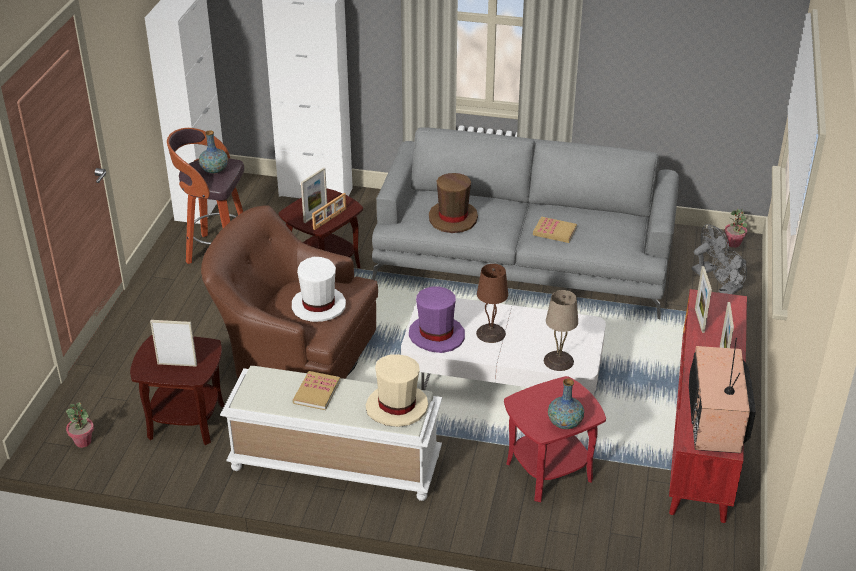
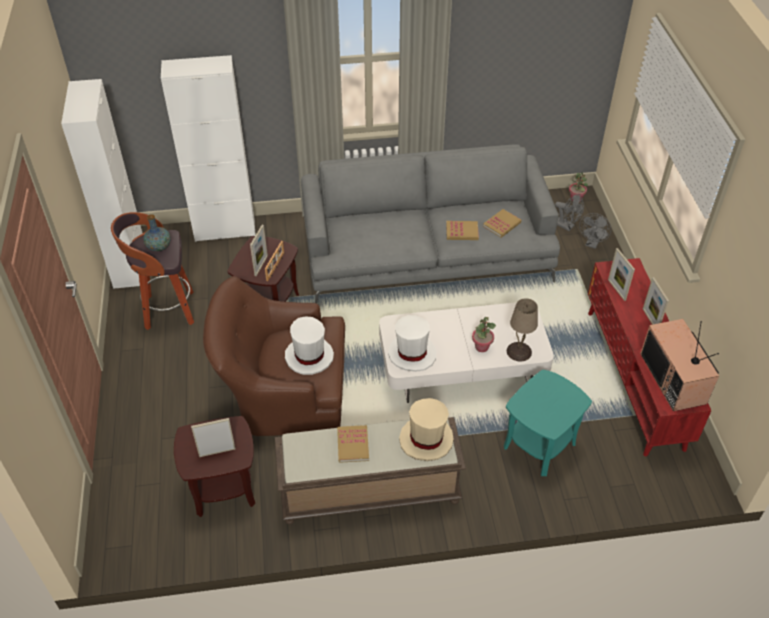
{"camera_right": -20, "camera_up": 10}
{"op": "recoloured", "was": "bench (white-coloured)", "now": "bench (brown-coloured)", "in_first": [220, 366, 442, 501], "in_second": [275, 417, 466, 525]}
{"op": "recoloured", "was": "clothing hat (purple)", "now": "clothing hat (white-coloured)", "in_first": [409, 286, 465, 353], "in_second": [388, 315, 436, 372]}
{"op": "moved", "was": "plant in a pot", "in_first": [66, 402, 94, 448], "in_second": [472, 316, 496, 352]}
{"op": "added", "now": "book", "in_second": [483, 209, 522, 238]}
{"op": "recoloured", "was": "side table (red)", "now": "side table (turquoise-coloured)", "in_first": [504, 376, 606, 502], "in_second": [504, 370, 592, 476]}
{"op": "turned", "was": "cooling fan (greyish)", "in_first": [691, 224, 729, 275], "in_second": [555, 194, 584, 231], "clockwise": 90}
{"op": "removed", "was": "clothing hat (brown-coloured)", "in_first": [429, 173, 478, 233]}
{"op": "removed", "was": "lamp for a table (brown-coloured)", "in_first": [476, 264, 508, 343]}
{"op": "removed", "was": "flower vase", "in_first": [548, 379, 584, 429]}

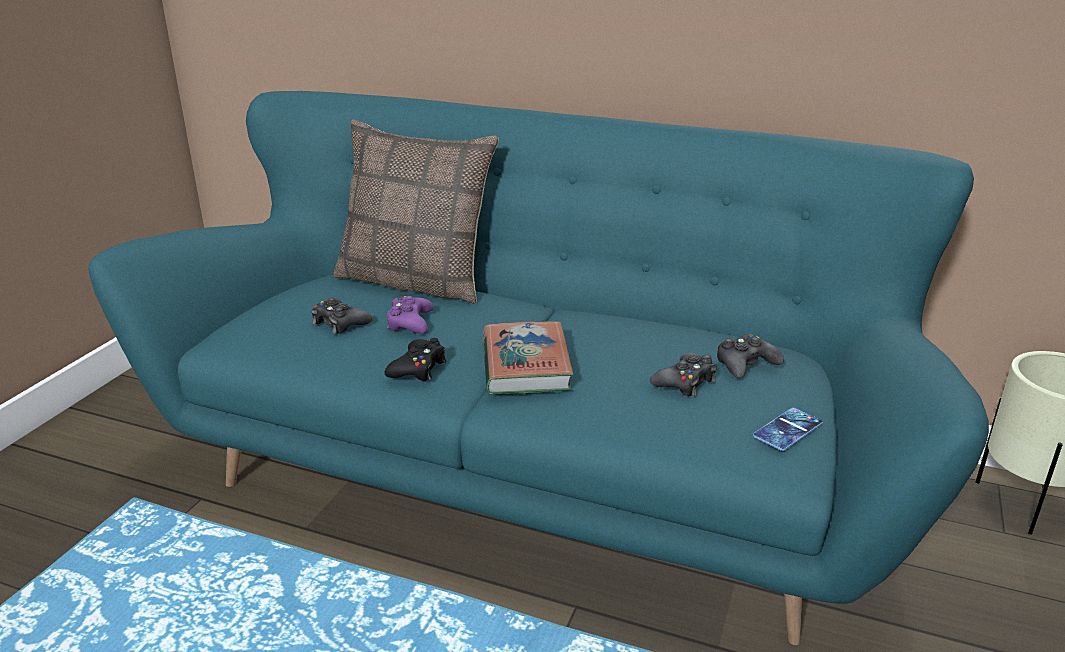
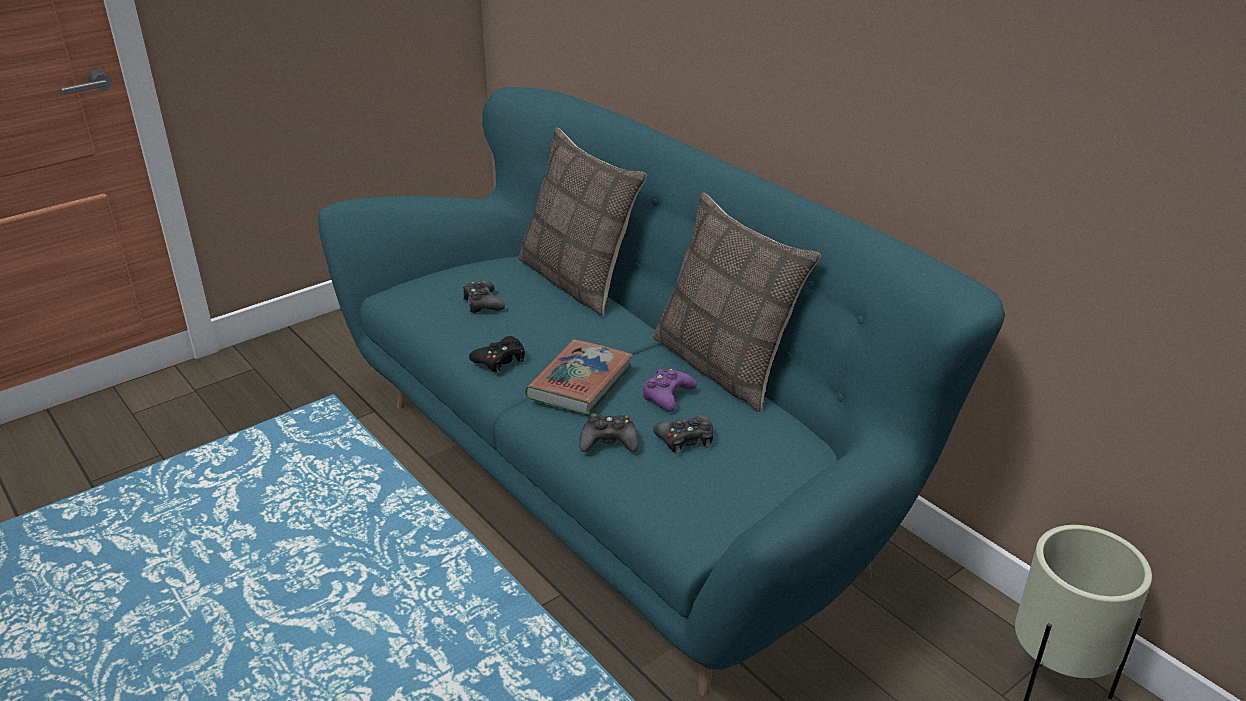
{"camera_right": 30, "camera_up": 5}
{"op": "moved", "was": "game controller (black-coloured)", "in_first": [717, 334, 784, 378], "in_second": [579, 413, 639, 452]}
{"op": "moved", "was": "game controller (purple)", "in_first": [387, 296, 434, 334], "in_second": [642, 368, 697, 412]}
{"op": "added", "now": "cushion", "in_second": [653, 192, 821, 412]}
{"op": "removed", "was": "phone", "in_first": [753, 408, 823, 451]}

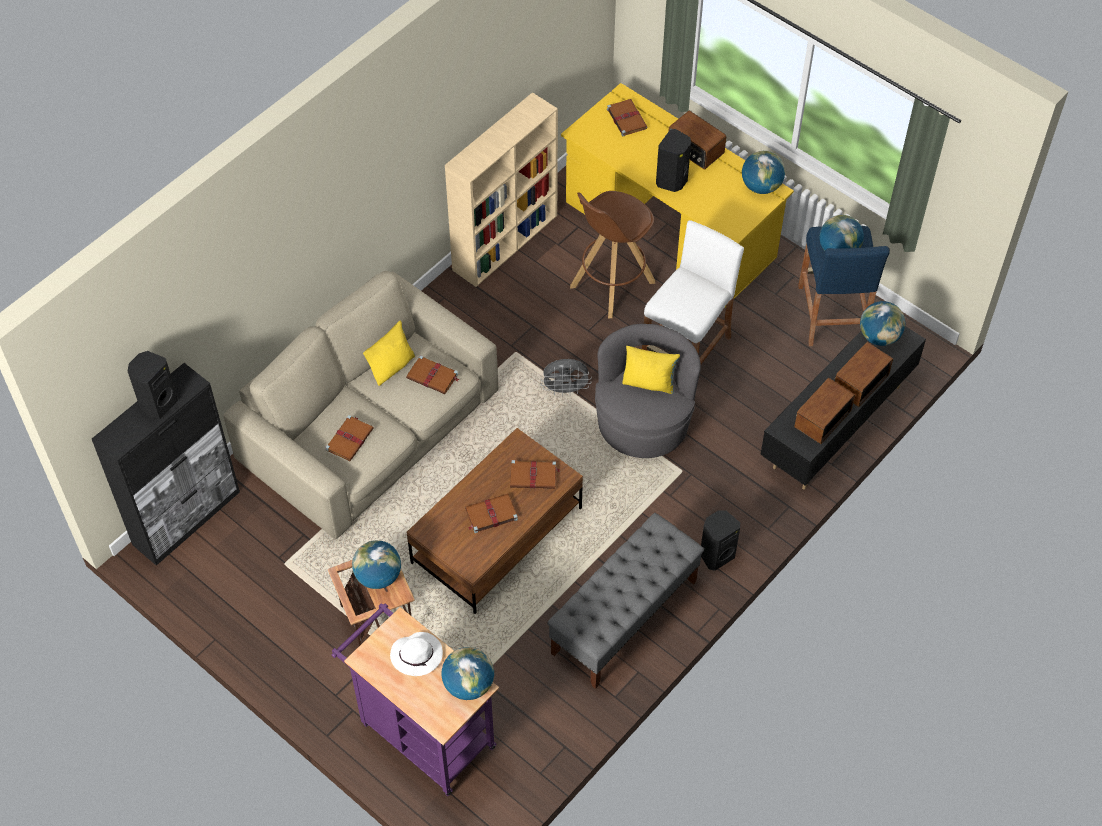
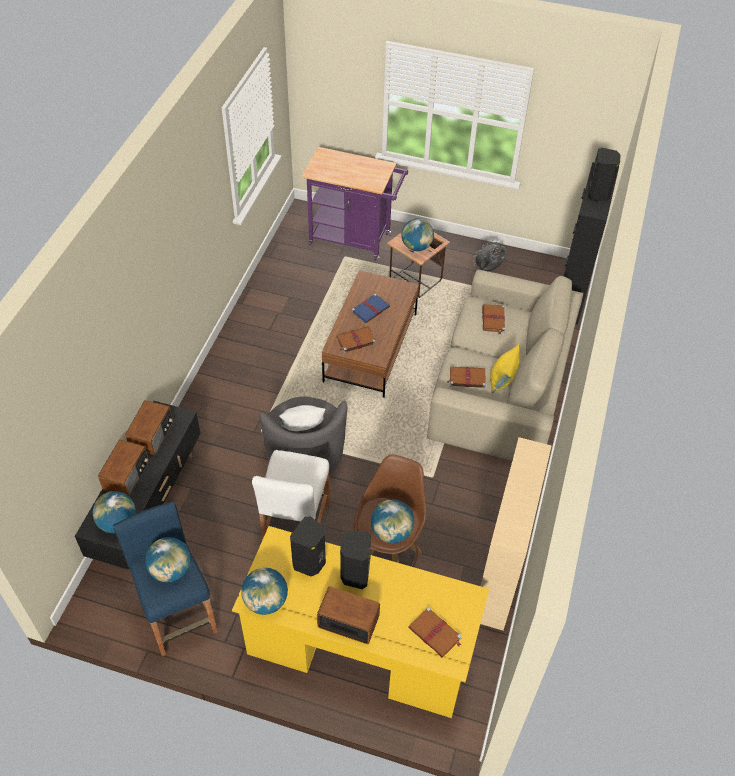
{"camera_right": 155, "camera_up": -5}
{"op": "recoloured", "was": "cushion (yellow-coloured)", "now": "cushion (white-coloured)", "in_first": [622, 346, 680, 394], "in_second": [279, 405, 325, 431]}
{"op": "moved", "was": "speaker (black-coloured)", "in_first": [701, 511, 740, 571], "in_second": [290, 516, 326, 576]}
{"op": "recoloured", "was": "book (brown-coloured)", "now": "book (blue)", "in_first": [465, 494, 518, 533], "in_second": [352, 294, 390, 323]}
{"op": "moved", "was": "desk globe", "in_first": [442, 647, 494, 700], "in_second": [371, 499, 414, 543]}
{"op": "moved", "was": "cooling fan (greyish)", "in_first": [541, 359, 592, 396], "in_second": [473, 240, 506, 271]}
{"op": "removed", "was": "clothing hat (white-coloured)", "in_first": [390, 632, 443, 676]}
{"op": "removed", "was": "bench (greyish)", "in_first": [547, 513, 704, 689]}

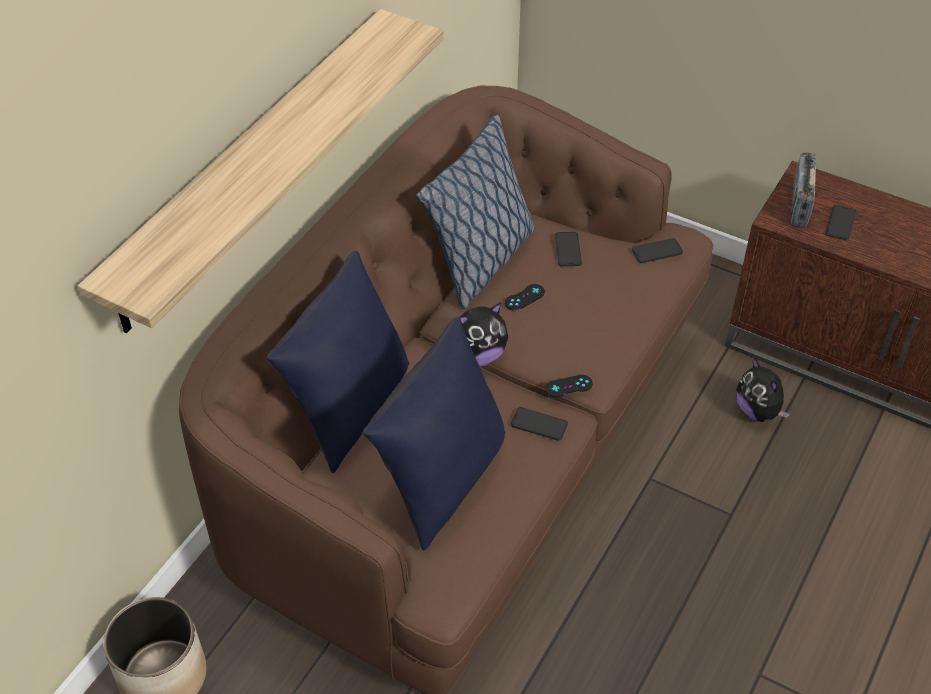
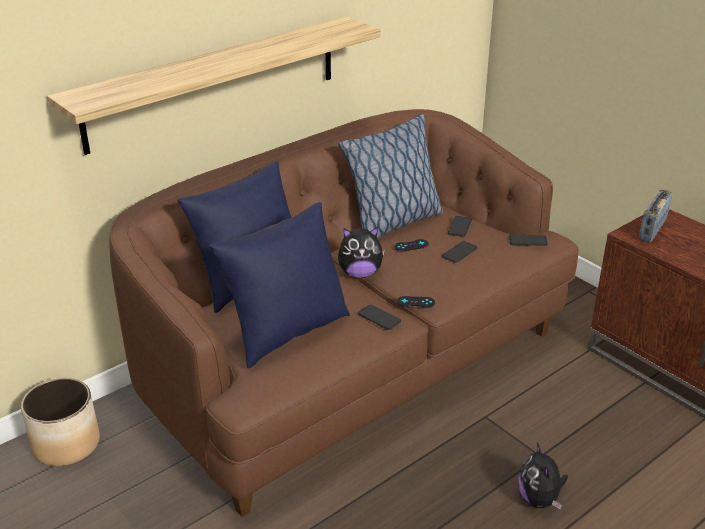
{"camera_right": 20, "camera_up": -15}
{"op": "moved", "was": "phone", "in_first": [826, 205, 856, 240], "in_second": [442, 241, 477, 263]}
{"op": "moved", "was": "soft toy", "in_first": [736, 357, 790, 422], "in_second": [518, 442, 568, 509]}

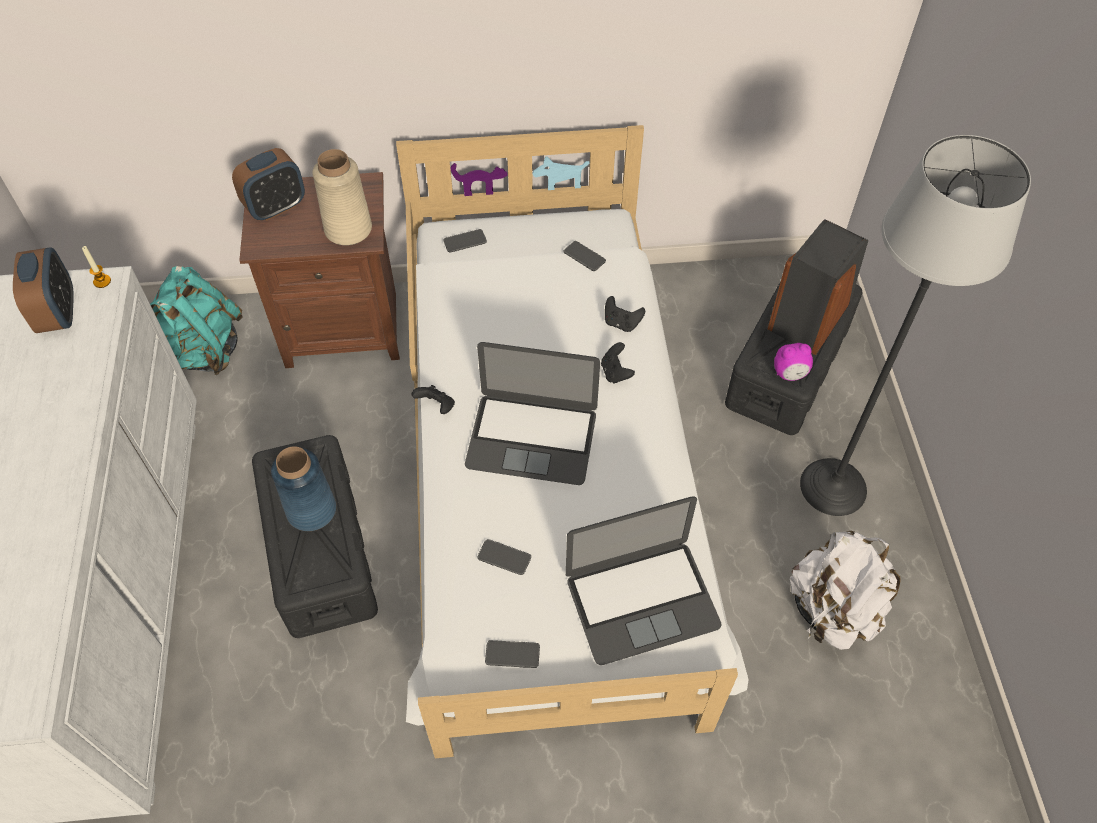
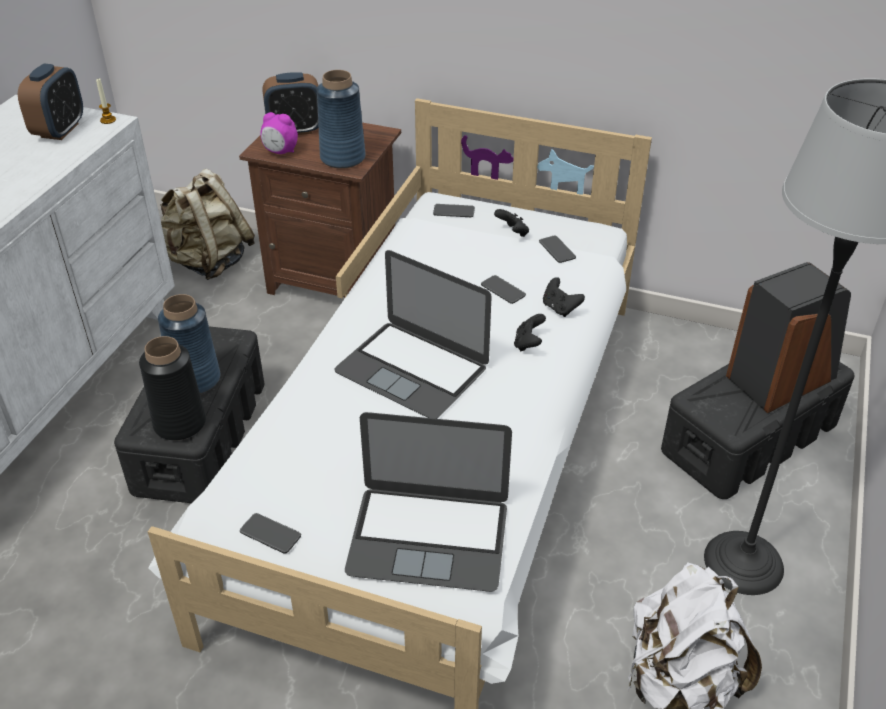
{"camera_right": 25, "camera_up": -15}
{"op": "added", "now": "flower vase (black-coloured)", "in_second": [139, 336, 206, 440]}
{"op": "recoloured", "was": "knapsack (turquoise-coloured)", "now": "knapsack (beige)", "in_first": [150, 266, 243, 375], "in_second": [160, 169, 255, 280]}
{"op": "moved", "was": "alarm clock", "in_first": [774, 343, 813, 381], "in_second": [260, 112, 298, 154]}
{"op": "recoloured", "was": "flower vase (beige)", "now": "flower vase (blue)", "in_first": [312, 149, 372, 245], "in_second": [317, 70, 366, 169]}
{"op": "moved", "was": "phone", "in_first": [478, 539, 531, 575], "in_second": [481, 275, 526, 304]}
{"op": "moved", "was": "game controller (black-coloured)", "in_first": [412, 385, 455, 414], "in_second": [494, 209, 529, 237]}

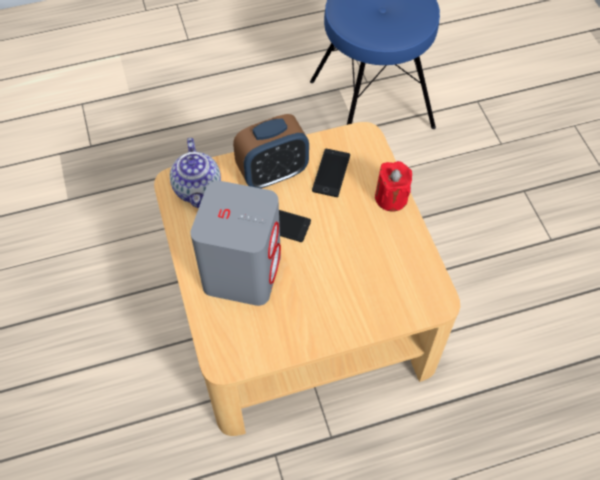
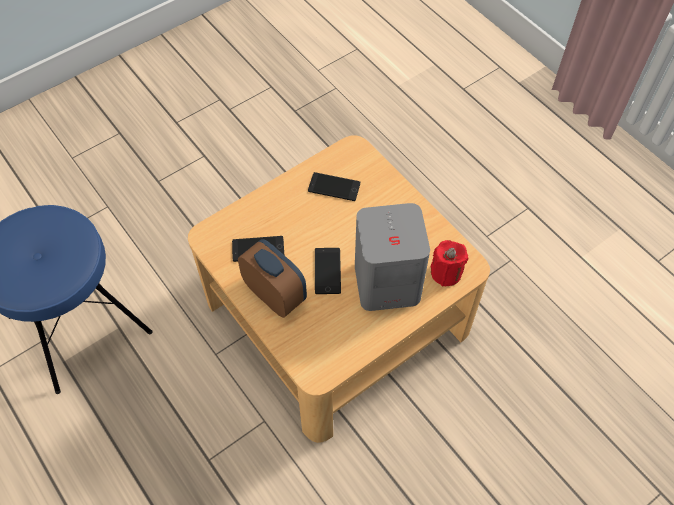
{"camera_right": -110, "camera_up": 0}
{"op": "added", "now": "phone", "in_second": [308, 172, 360, 201]}
{"op": "moved", "was": "wax light (red)", "in_first": [375, 161, 412, 212], "in_second": [430, 240, 468, 286]}
{"op": "removed", "was": "pot for tea", "in_first": [170, 138, 221, 208]}

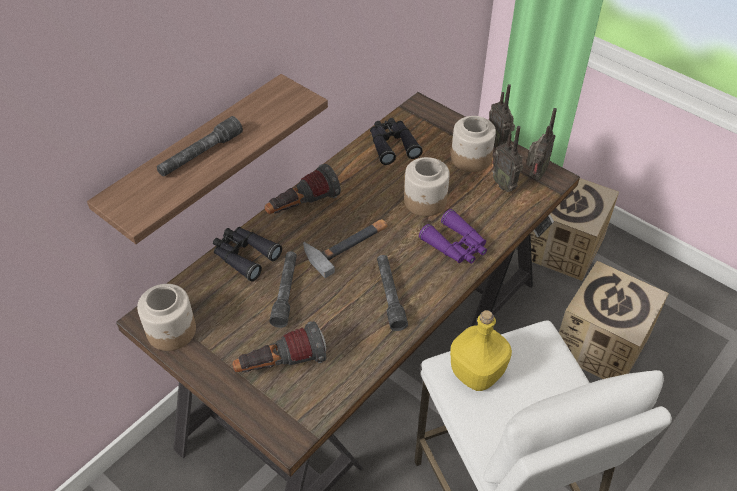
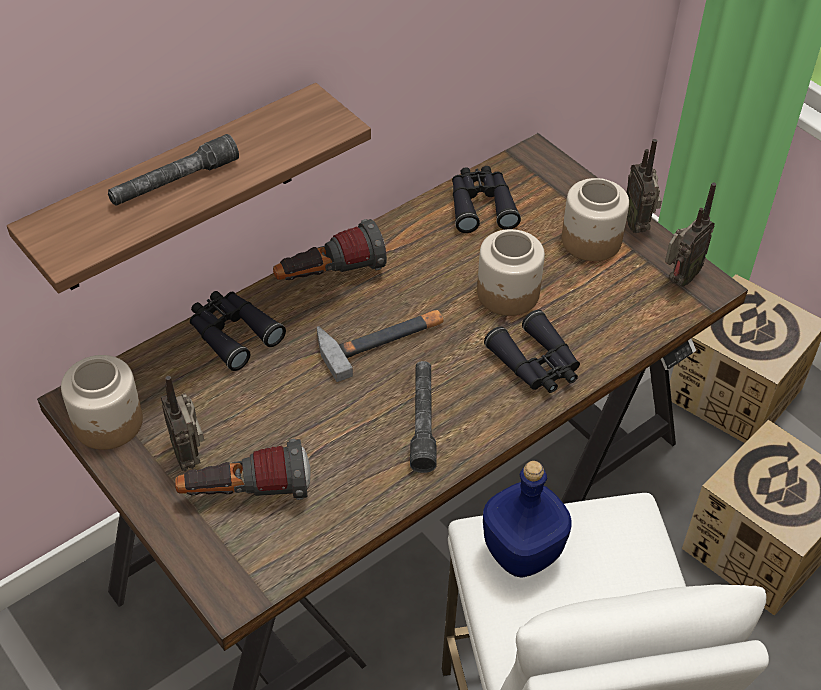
{"camera_right": 10, "camera_up": 0}
{"op": "moved", "was": "radio set", "in_first": [492, 126, 523, 192], "in_second": [161, 376, 204, 471]}
{"op": "recoloured", "was": "beverage bottle (yellow-coloured)", "now": "beverage bottle (blue)", "in_first": [450, 310, 512, 391], "in_second": [483, 461, 572, 578]}
{"op": "recoloured", "was": "binoculars (purple)", "now": "binoculars (black-coloured)", "in_first": [419, 209, 487, 264], "in_second": [484, 310, 580, 393]}
{"op": "removed", "was": "hand torch (greyish)", "in_first": [269, 251, 297, 328]}

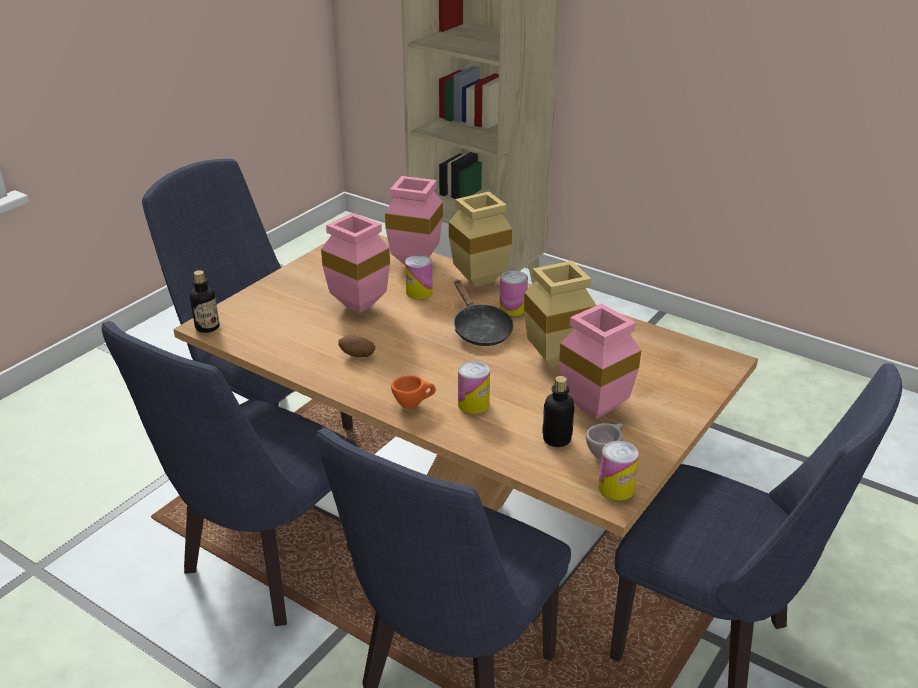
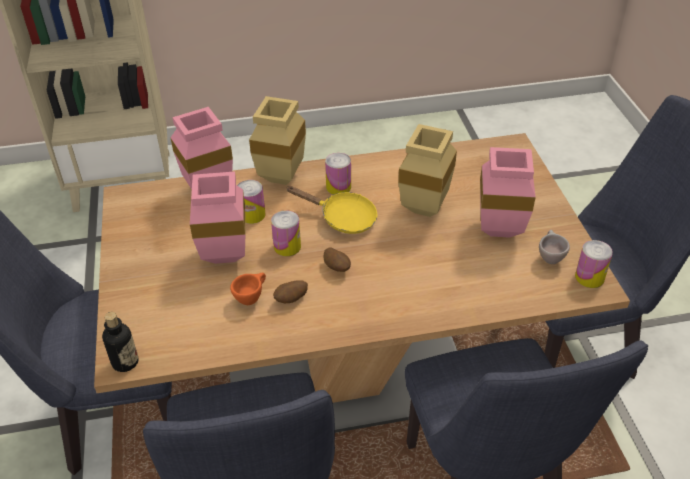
{"camera_right": -45, "camera_up": 10}
{"op": "moved", "was": "cup (orange-coloured)", "in_first": [391, 375, 436, 409], "in_second": [230, 273, 266, 305]}
{"op": "moved", "was": "can", "in_first": [458, 361, 490, 414], "in_second": [271, 210, 301, 256]}
{"op": "recoloured", "was": "frying pan (black-coloured)", "now": "frying pan (yellow-coloured)", "in_first": [454, 280, 514, 346], "in_second": [286, 186, 377, 234]}
{"op": "added", "now": "whole potato", "in_second": [324, 248, 351, 272]}
{"op": "removed", "was": "beverage bottle", "in_first": [542, 376, 575, 447]}

